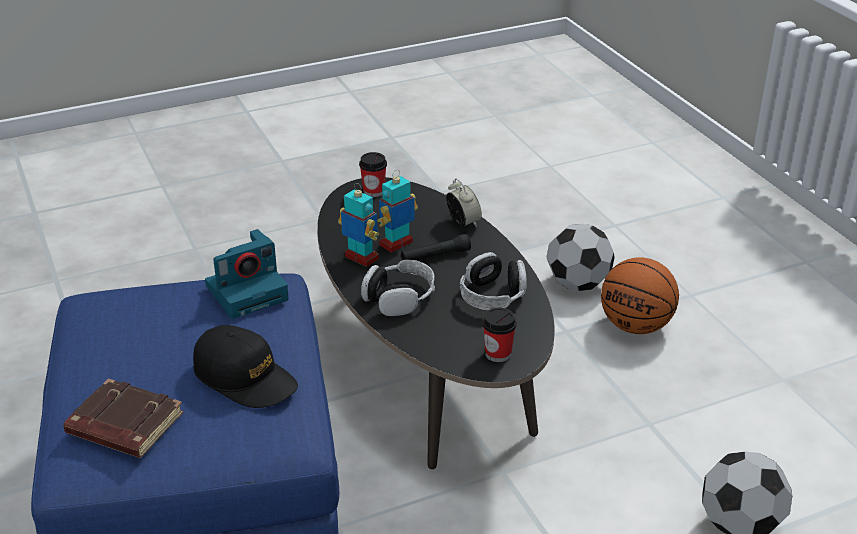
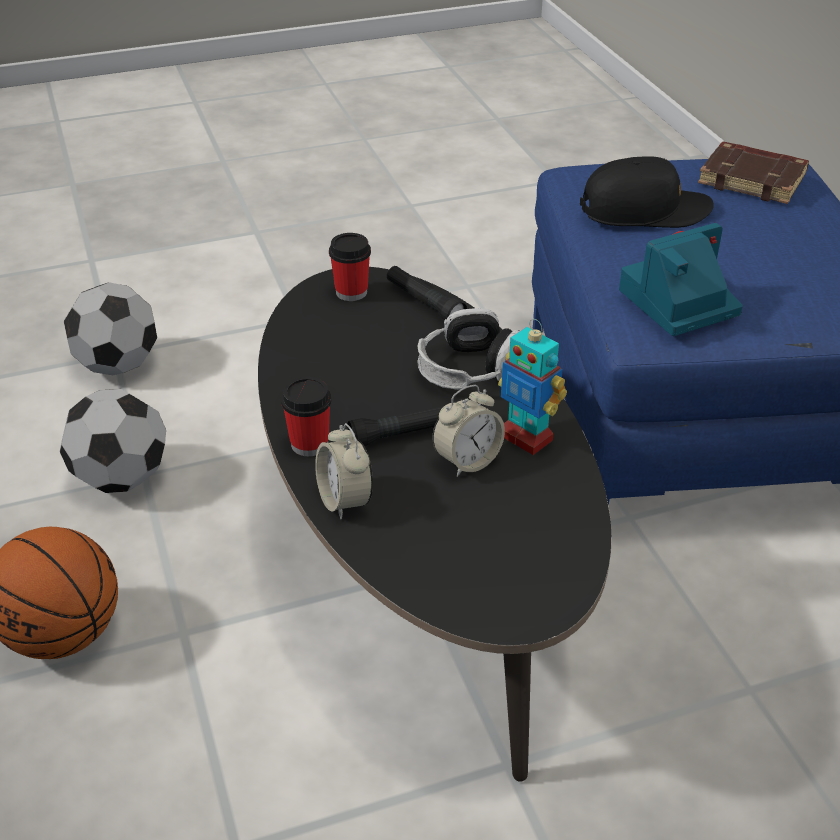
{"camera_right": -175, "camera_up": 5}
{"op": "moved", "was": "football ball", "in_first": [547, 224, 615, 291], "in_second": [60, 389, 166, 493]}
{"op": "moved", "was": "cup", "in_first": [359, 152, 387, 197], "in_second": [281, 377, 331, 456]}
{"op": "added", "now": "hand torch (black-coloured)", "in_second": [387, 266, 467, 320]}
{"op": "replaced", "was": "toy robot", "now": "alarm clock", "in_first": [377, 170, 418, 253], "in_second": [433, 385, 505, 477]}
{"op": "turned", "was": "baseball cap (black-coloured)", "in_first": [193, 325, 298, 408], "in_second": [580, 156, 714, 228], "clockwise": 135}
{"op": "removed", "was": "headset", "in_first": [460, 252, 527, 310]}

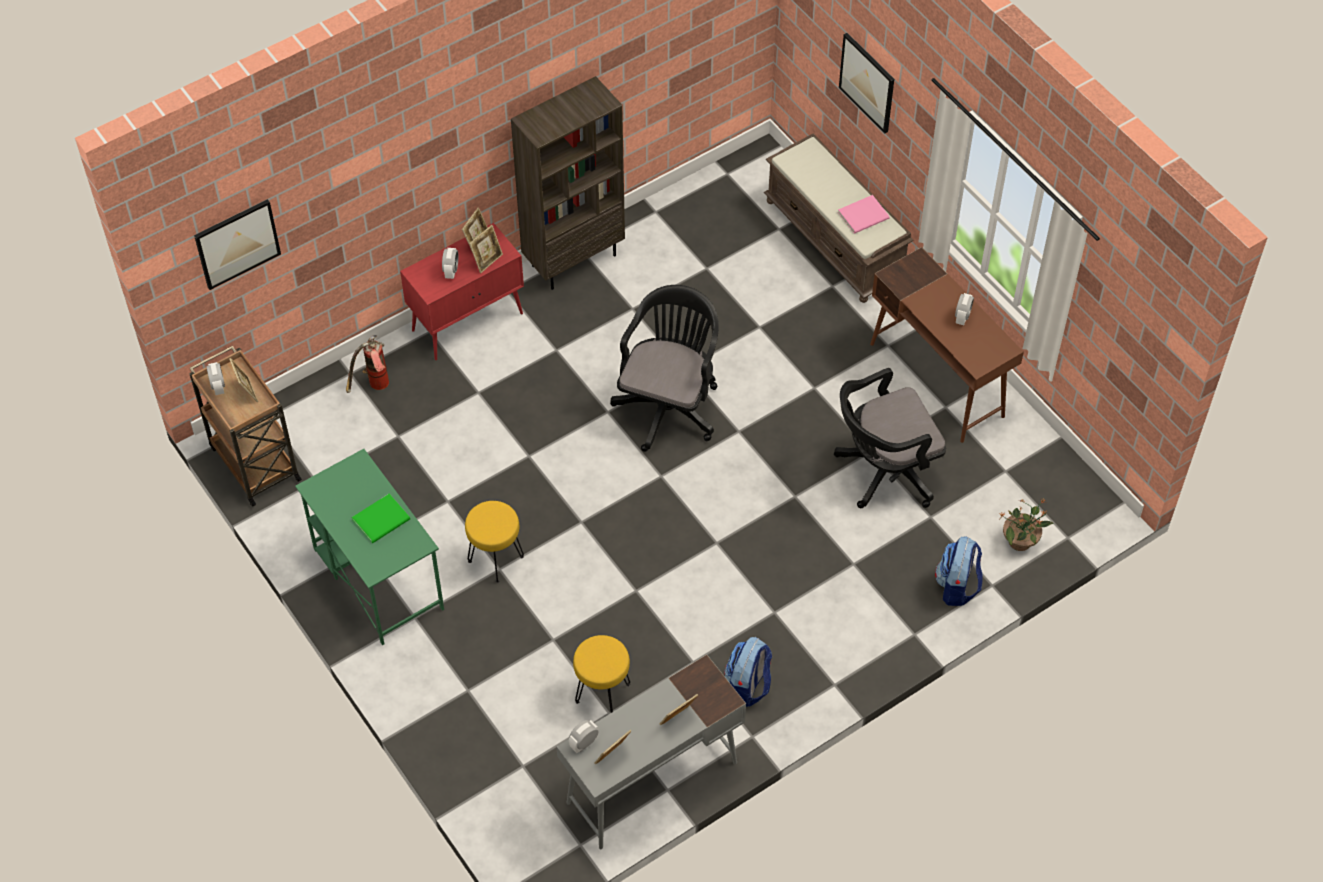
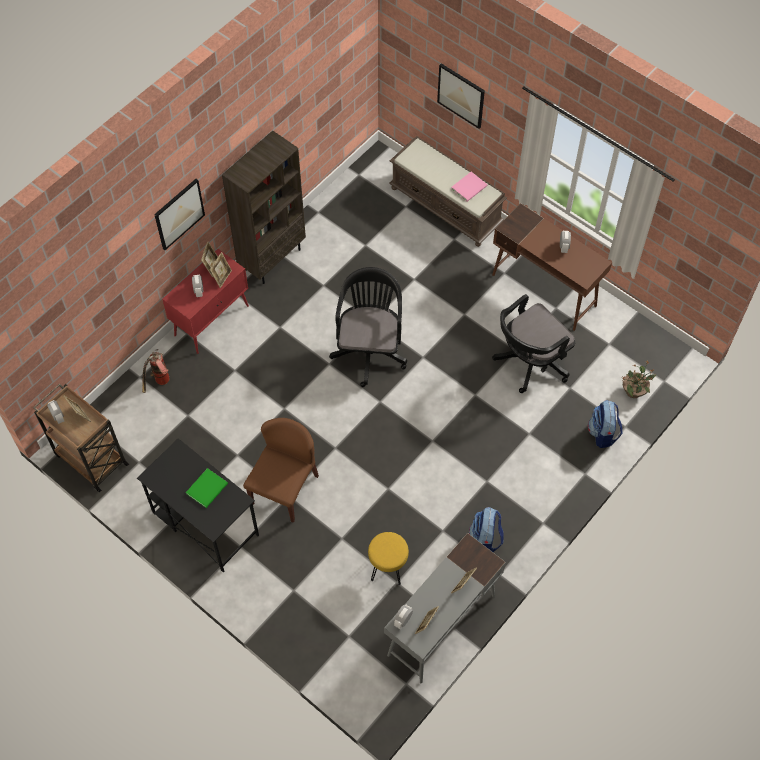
{"camera_right": -15, "camera_up": 5}
{"op": "recoloured", "was": "desk table (green-coloured)", "now": "desk table (black-coloured)", "in_first": [295, 449, 444, 645], "in_second": [137, 438, 259, 572]}
{"op": "moved", "was": "wall art", "in_first": [194, 199, 281, 290], "in_second": [154, 179, 205, 250]}
{"op": "replaced", "was": "sitting stool (yellow-coloured)", "now": "plain chair (brown-coloured)", "in_first": [465, 501, 524, 583], "in_second": [243, 418, 319, 523]}

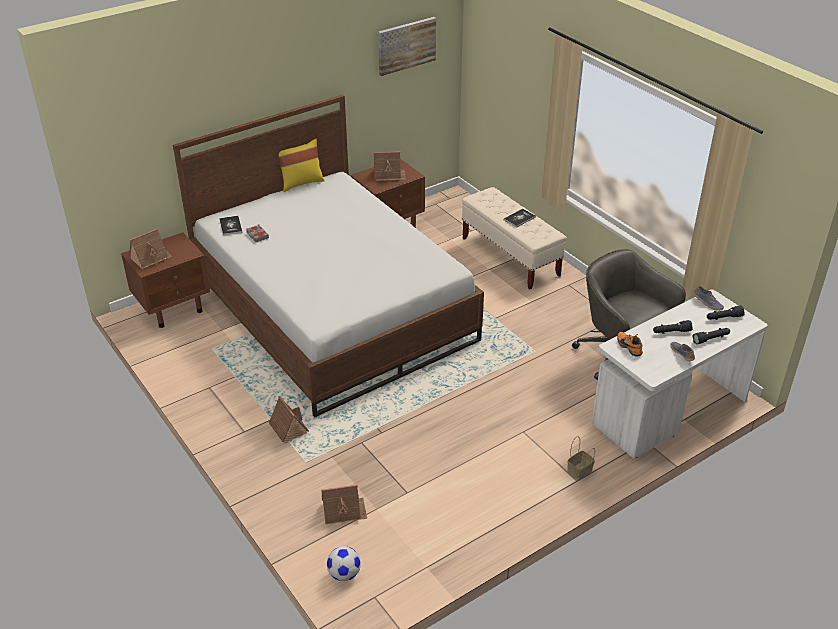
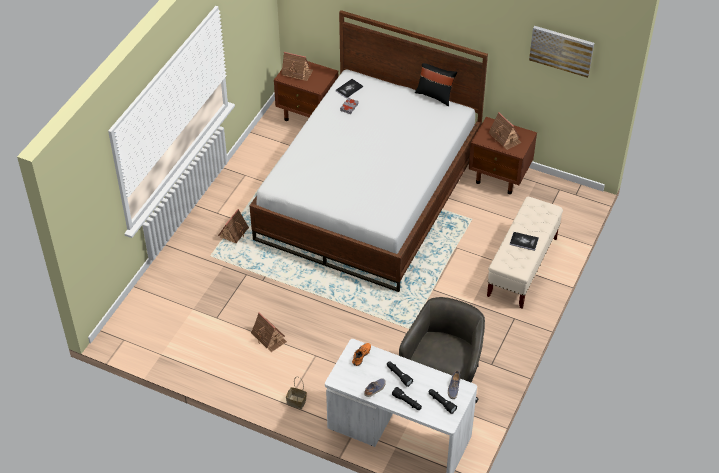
{"camera_right": 60, "camera_up": 10}
{"op": "moved", "was": "miniature house", "in_first": [321, 484, 367, 524], "in_second": [251, 312, 287, 352]}
{"op": "recoloured", "was": "cushion (yellow-coloured)", "now": "cushion (black-coloured)", "in_first": [279, 139, 324, 192], "in_second": [415, 63, 457, 106]}
{"op": "removed", "was": "football ball", "in_first": [327, 546, 361, 581]}

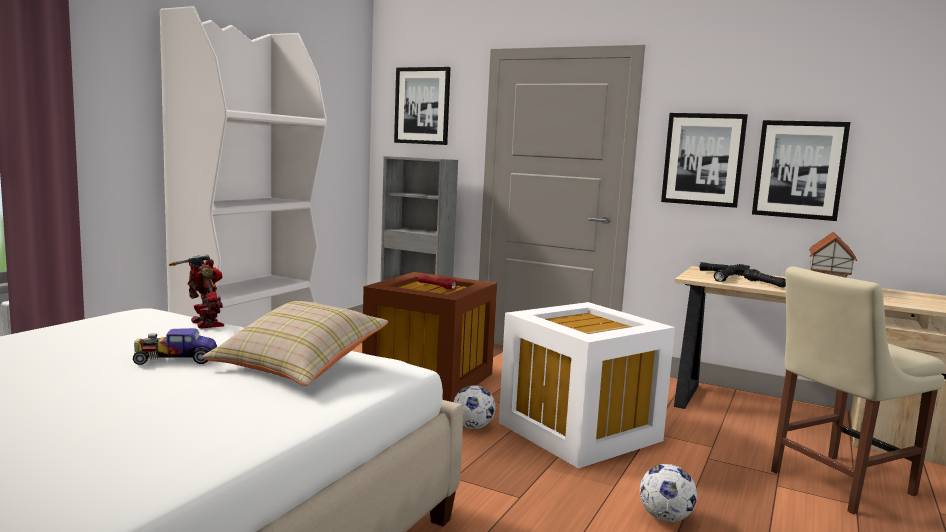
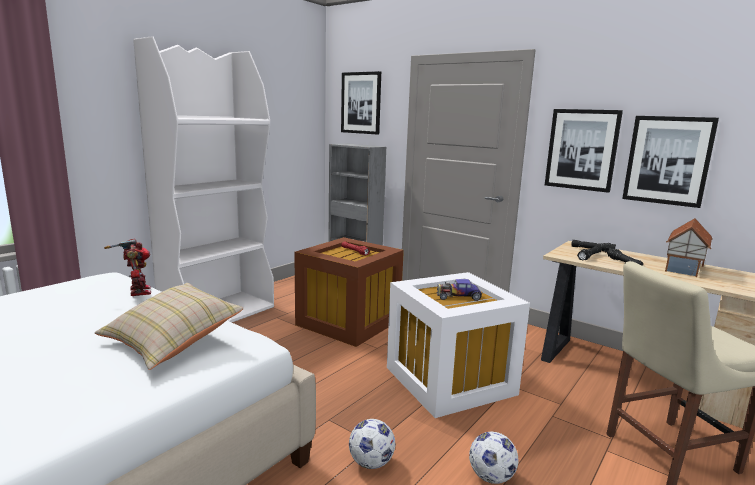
{"camera_right": 10, "camera_up": 5}
{"op": "moved", "was": "football ball", "in_first": [454, 385, 496, 429], "in_second": [349, 419, 395, 469]}
{"op": "moved", "was": "miniature car", "in_first": [133, 328, 217, 365], "in_second": [436, 279, 482, 301]}

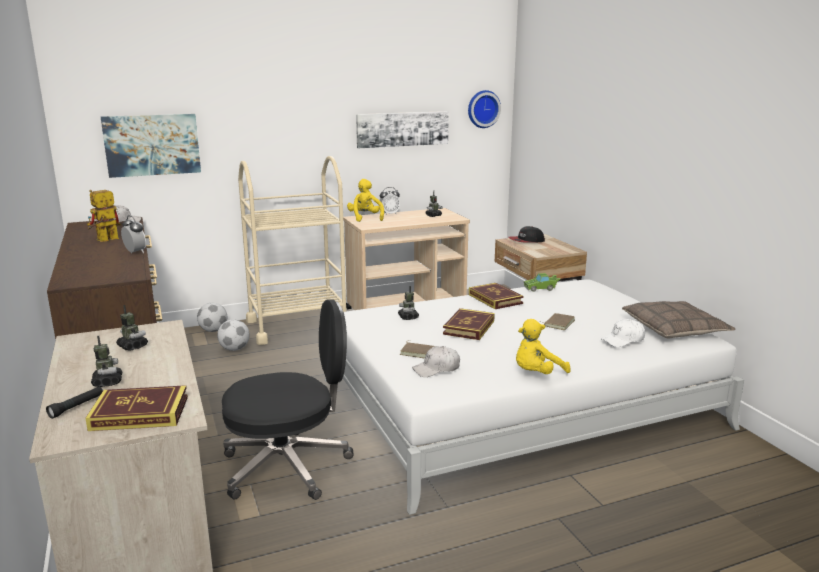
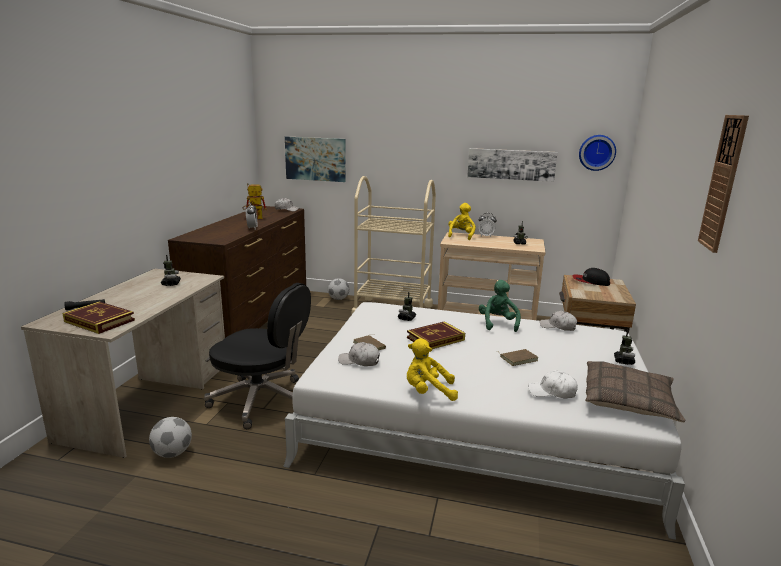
{"camera_right": 35, "camera_up": 0}
{"op": "moved", "was": "football ball", "in_first": [217, 319, 250, 351], "in_second": [149, 417, 192, 458]}
{"op": "replaced", "was": "book", "now": "soft toy (green-coloured)", "in_first": [469, 283, 524, 309], "in_second": [479, 280, 521, 332]}
{"op": "replaced", "was": "miniature car (green-coloured)", "now": "baseball cap (white-coloured)", "in_first": [524, 273, 560, 292], "in_second": [540, 311, 577, 331]}
{"op": "moved", "was": "toy robot", "in_first": [91, 336, 122, 387], "in_second": [614, 330, 635, 365]}
{"op": "added", "now": "hanging clock", "in_second": [698, 115, 749, 253]}

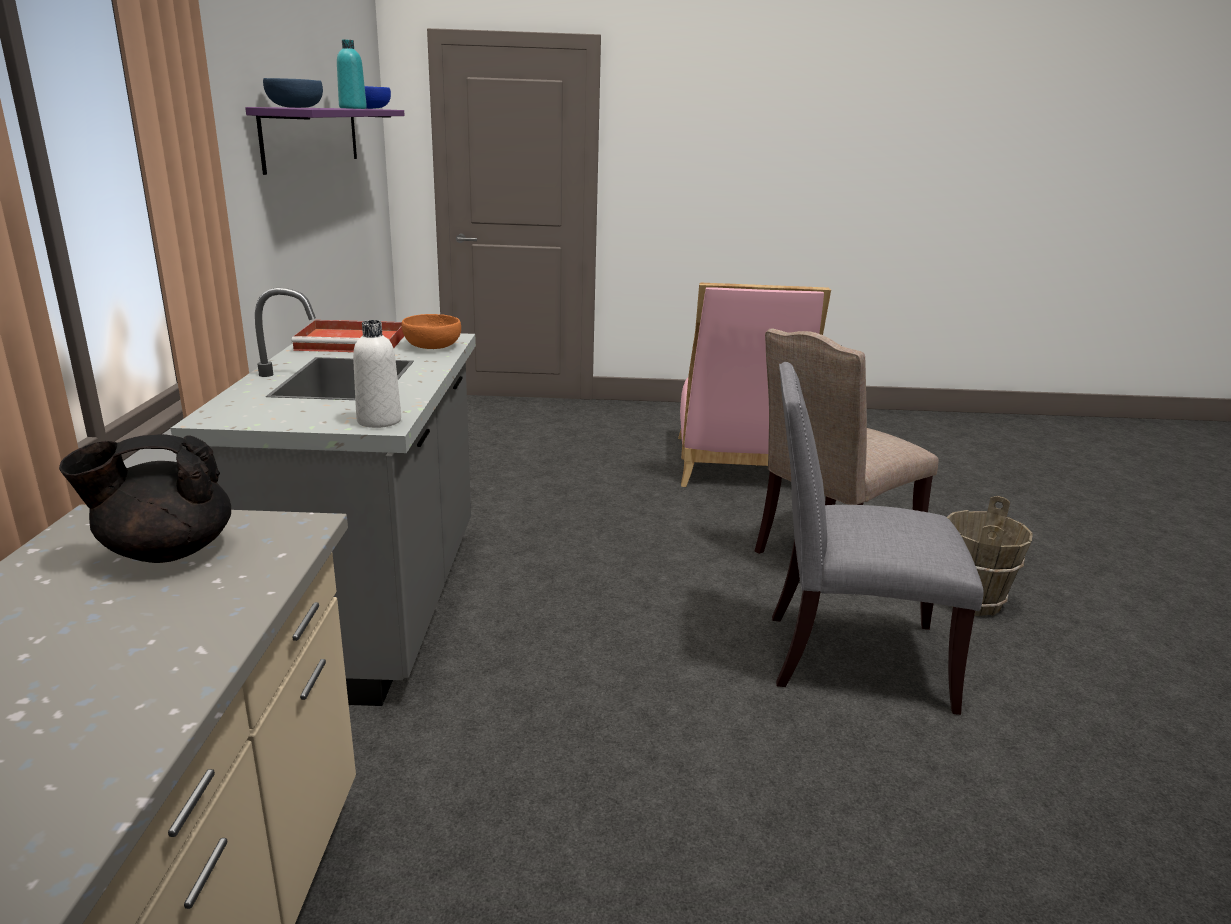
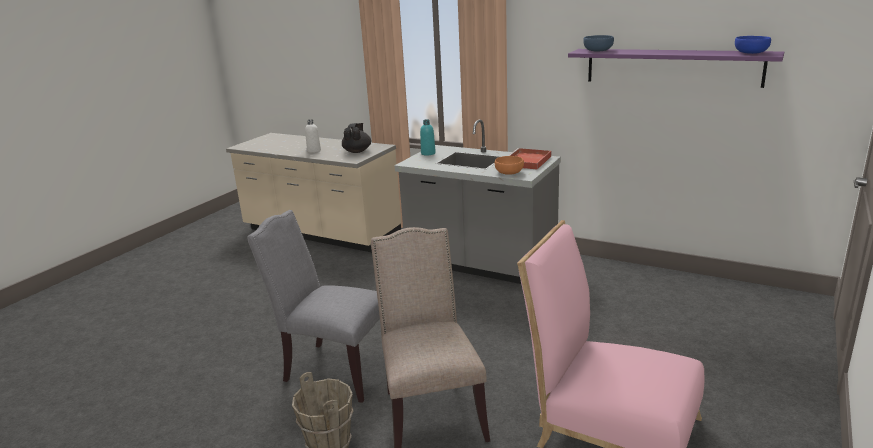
{"camera_right": 120, "camera_up": 0}
{"op": "turned", "was": "plain chair (greyish)", "in_first": [772, 362, 984, 715], "in_second": [247, 210, 380, 403], "clockwise": -105}
{"op": "moved", "was": "beverage bottle (white-coloured)", "in_first": [353, 320, 401, 428], "in_second": [305, 119, 321, 153]}
{"op": "moved", "was": "beverage bottle (turquoise-coloured)", "in_first": [337, 39, 367, 109], "in_second": [420, 119, 436, 156]}

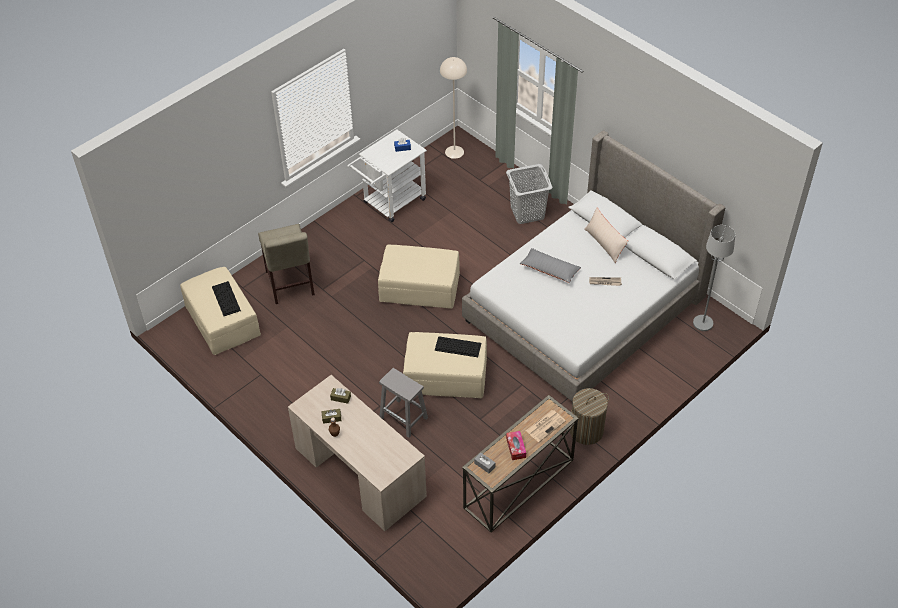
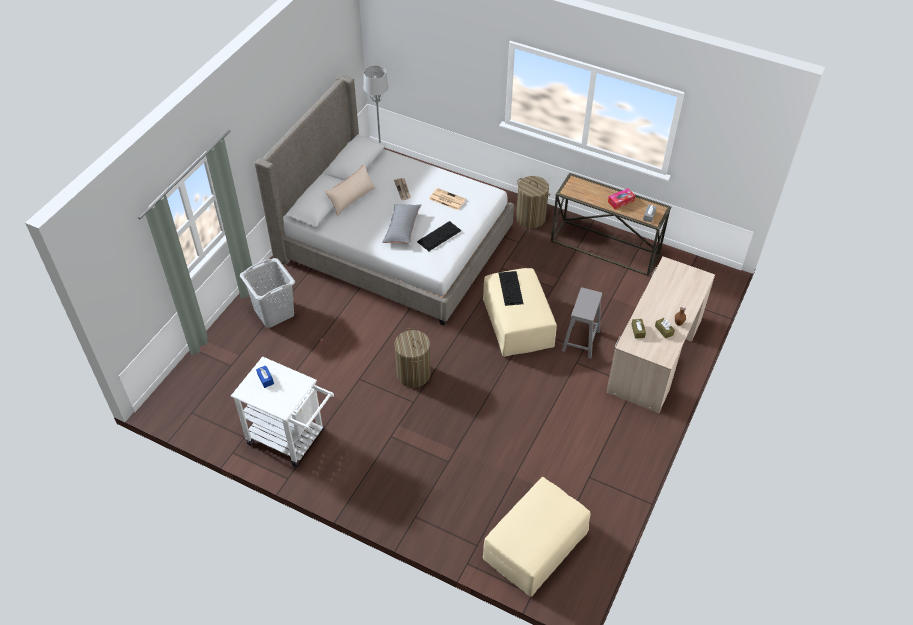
{"camera_right": -110, "camera_up": 0}
{"op": "replaced", "was": "footrest (beige)", "now": "washing basket", "in_first": [378, 245, 460, 309], "in_second": [394, 328, 431, 388]}
{"op": "moved", "was": "PC keyboard", "in_first": [212, 281, 241, 316], "in_second": [417, 221, 462, 251]}
{"op": "moved", "was": "printed paper", "in_first": [526, 410, 566, 442], "in_second": [429, 188, 466, 210]}
{"op": "removed", "was": "plain chair (beige)", "in_first": [258, 224, 315, 304]}
{"op": "removed", "was": "standard lamp (beige)", "in_first": [440, 57, 467, 159]}

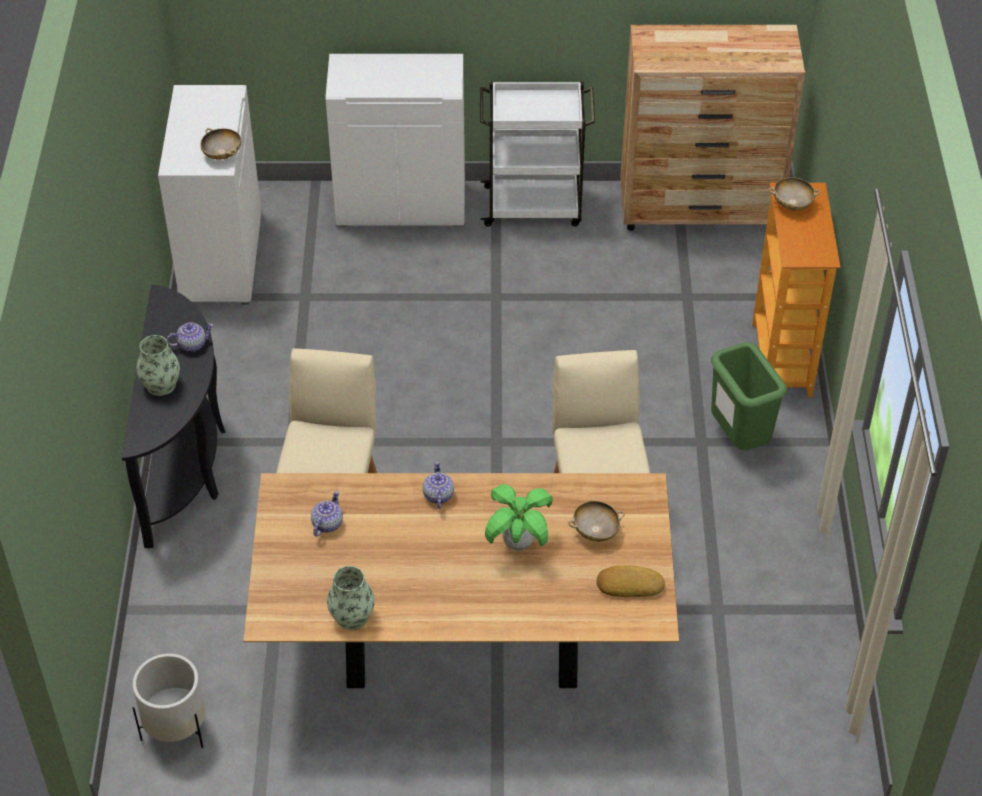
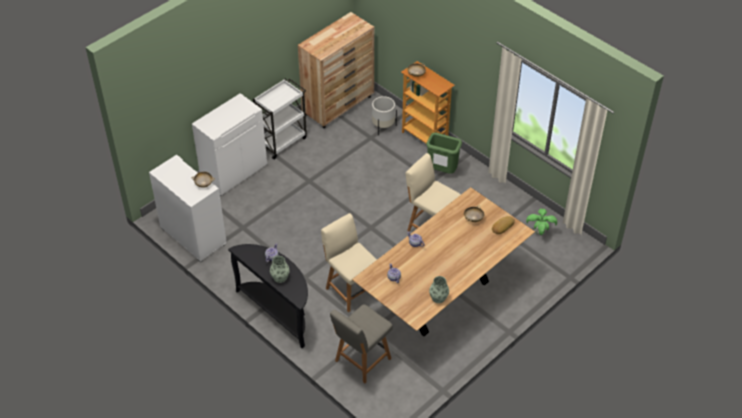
{"camera_right": -45, "camera_up": 0}
{"op": "added", "now": "plain chair (greyish)", "in_second": [330, 304, 393, 383]}
{"op": "moved", "was": "flower pot (white-coloured)", "in_first": [132, 654, 205, 748], "in_second": [372, 96, 397, 135]}
{"op": "moved", "was": "plant in a pot", "in_first": [485, 484, 553, 551], "in_second": [526, 208, 557, 235]}

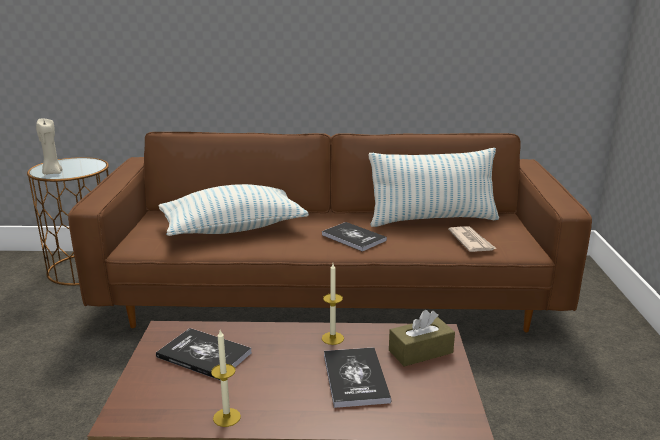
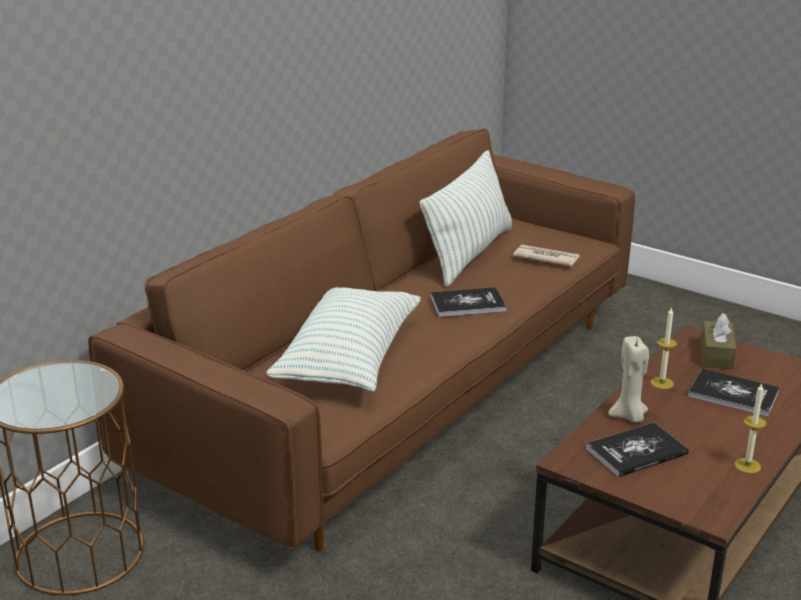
{"camera_right": -55, "camera_up": 5}
{"op": "moved", "was": "wax light (beige)", "in_first": [36, 119, 63, 175], "in_second": [608, 336, 649, 423]}

